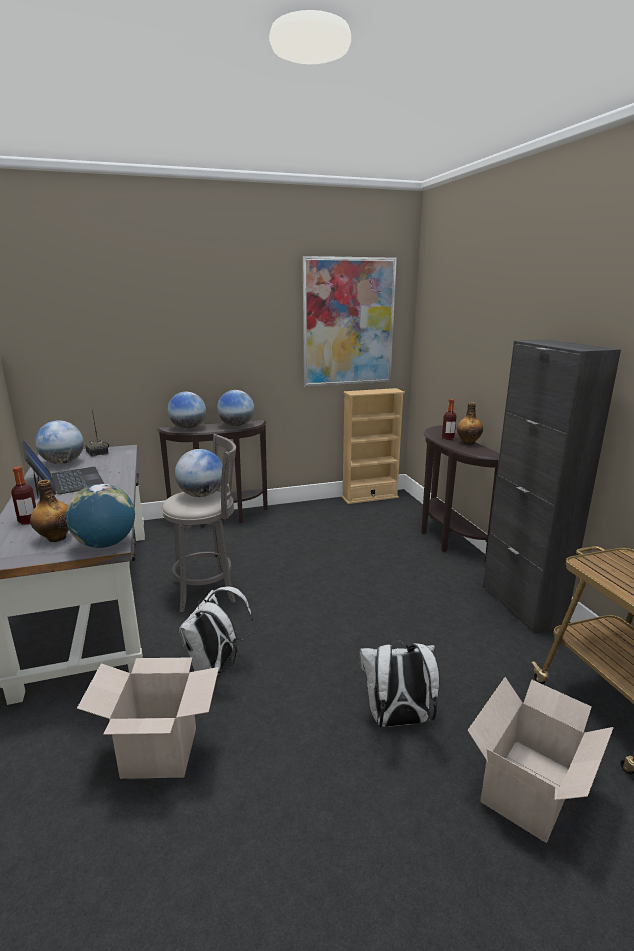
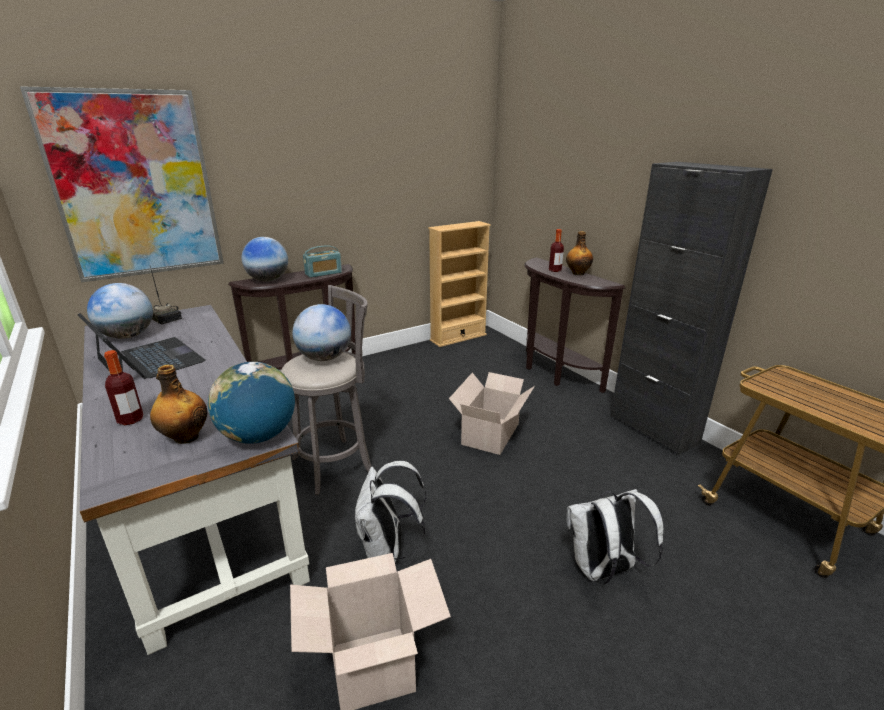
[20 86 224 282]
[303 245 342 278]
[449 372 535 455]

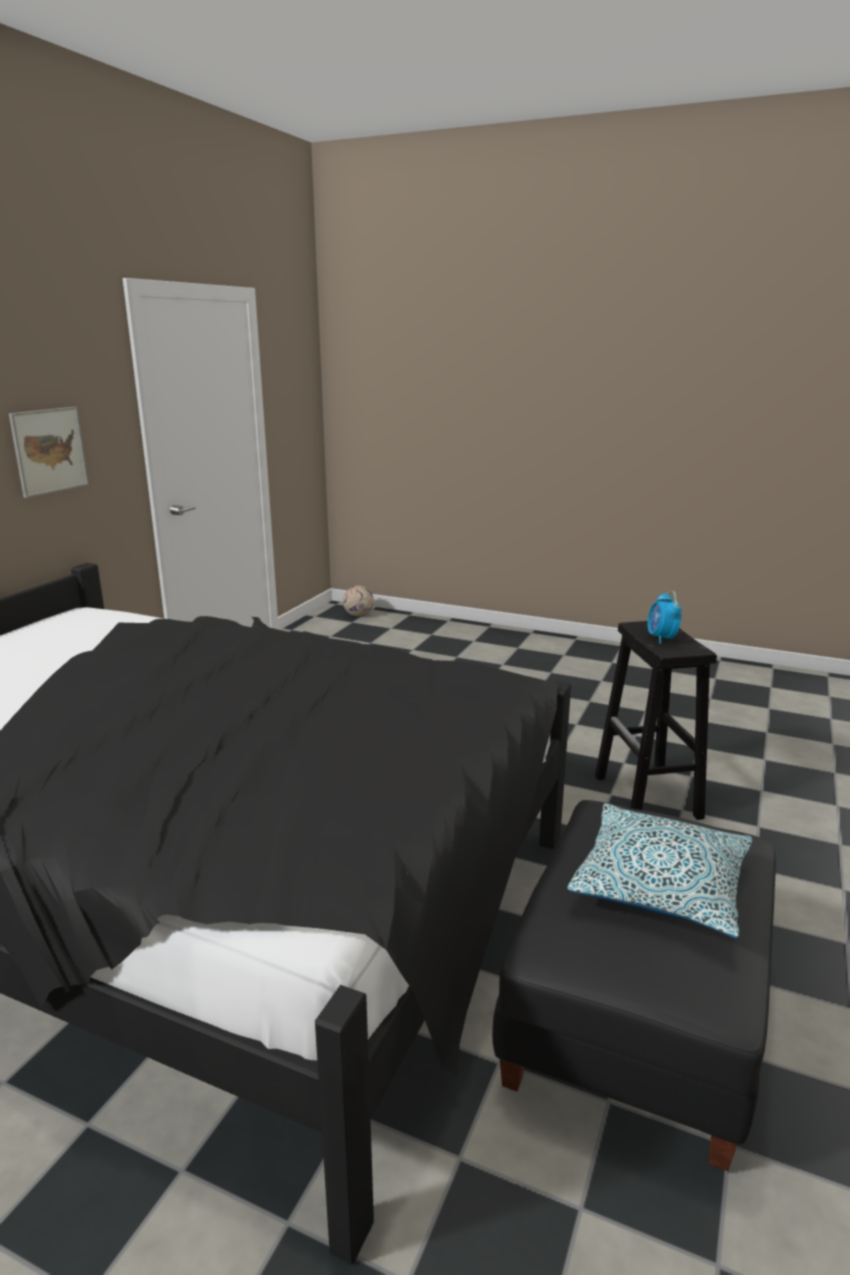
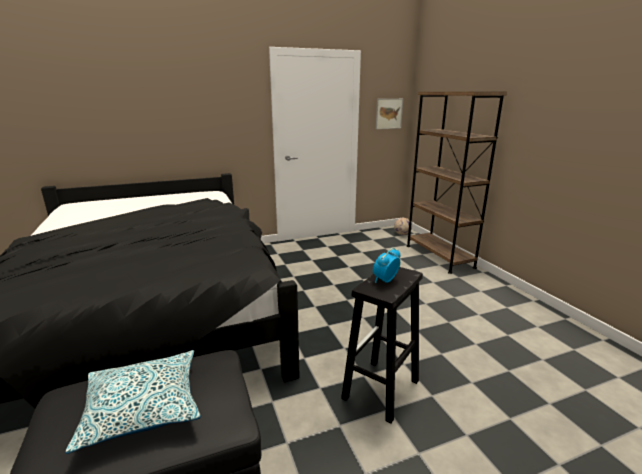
[376 98 403 129]
[406 92 507 274]

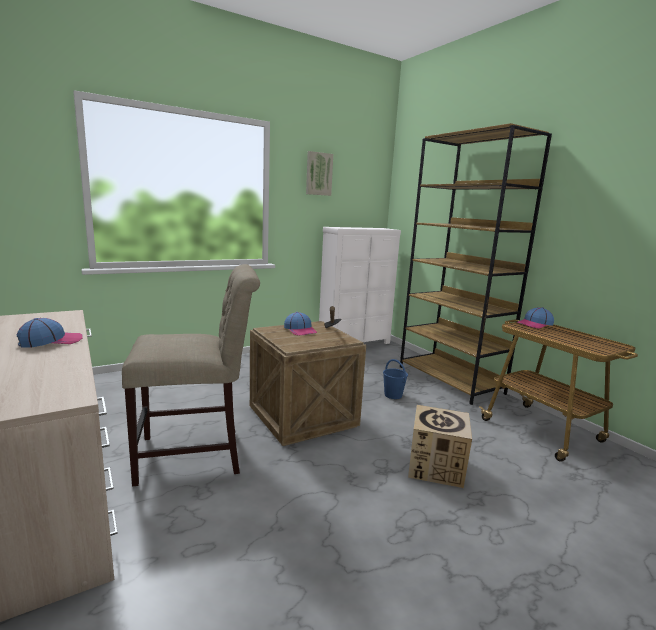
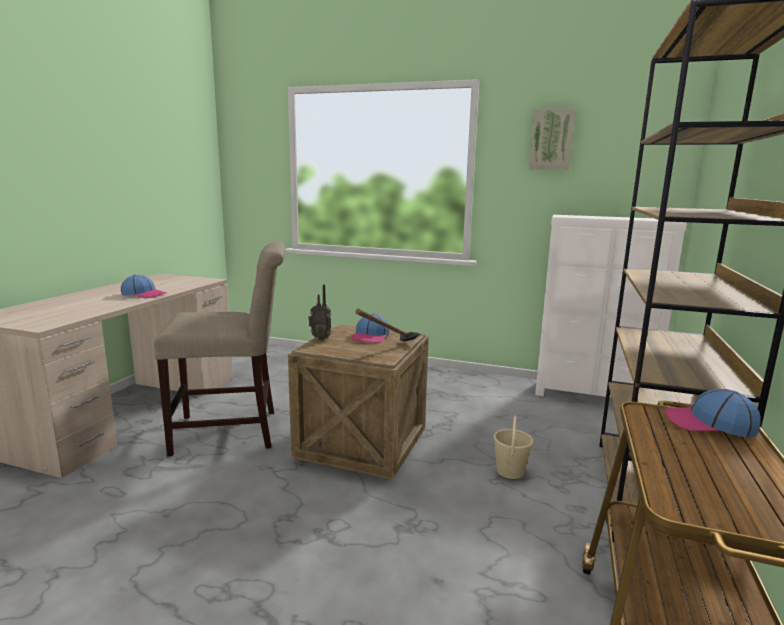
[154 242 285 456]
[494 416 533 479]
[408 405 472 488] (first image)
[308 284 331 340]

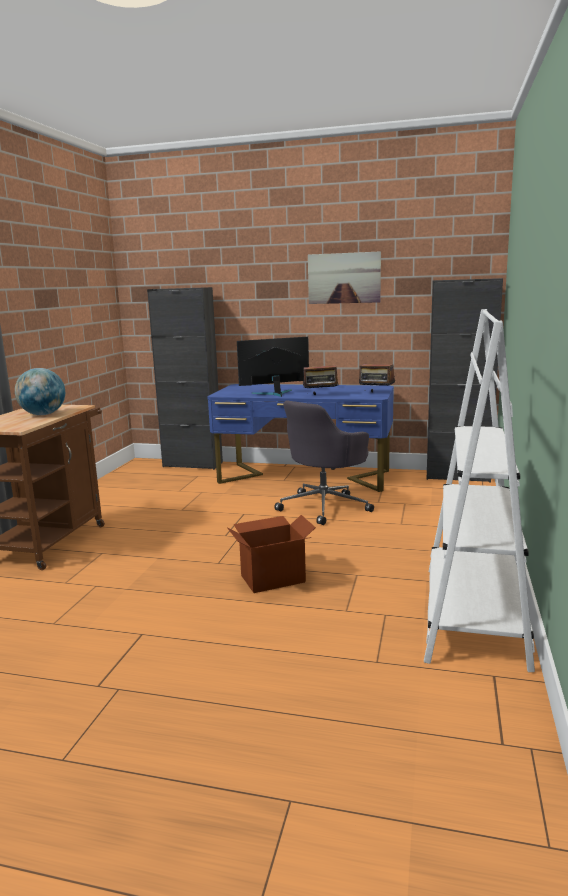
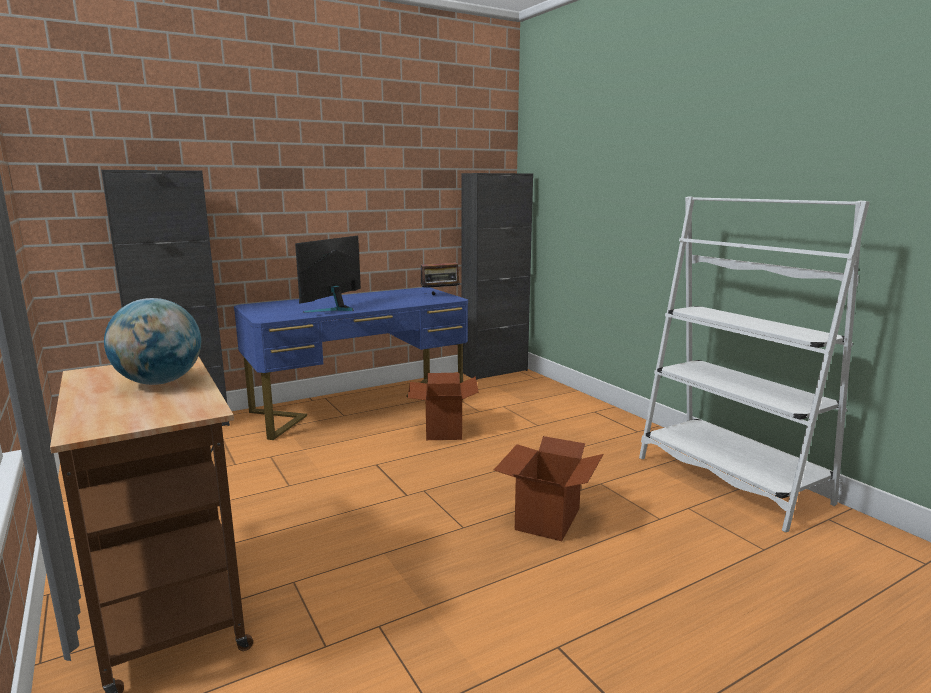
[308 251 381 304] (first image)
[303 365 340 395] (first image)
[408 373 479 440]

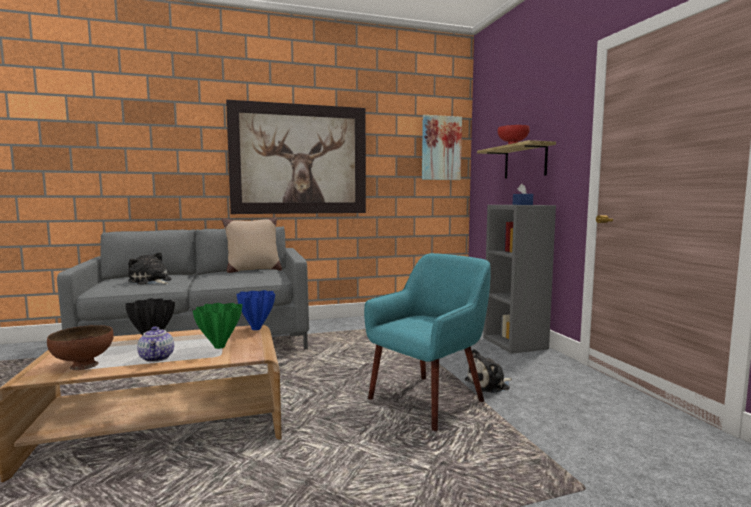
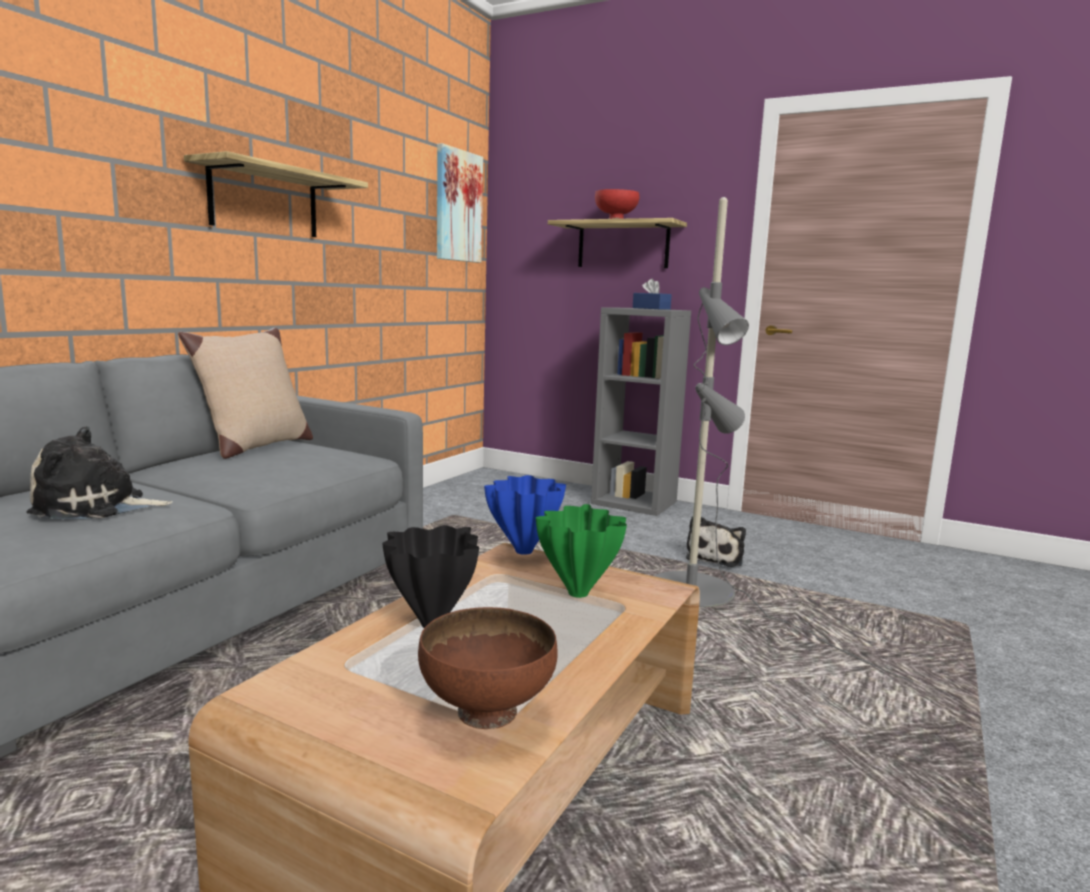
[184 151 368 237]
[654 197 914 682]
[137 326 174 362] (first image)

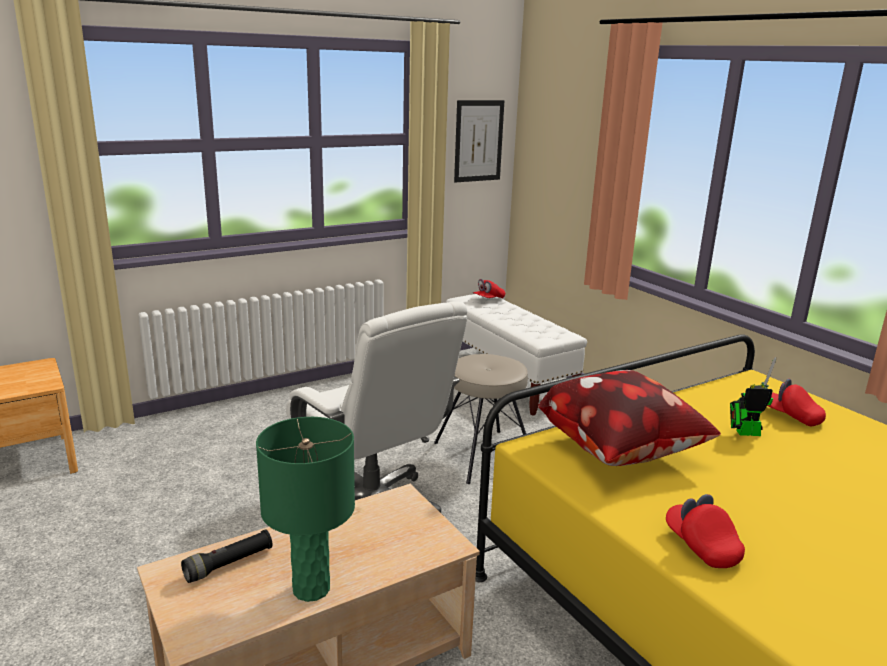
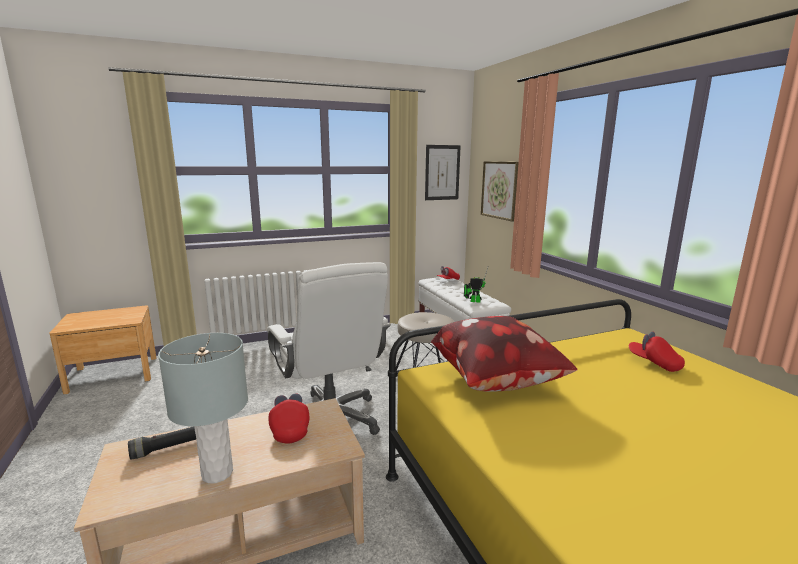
[464 268 488 303]
[158 333 248 483]
[269 393 309 443]
[481 161 519 221]

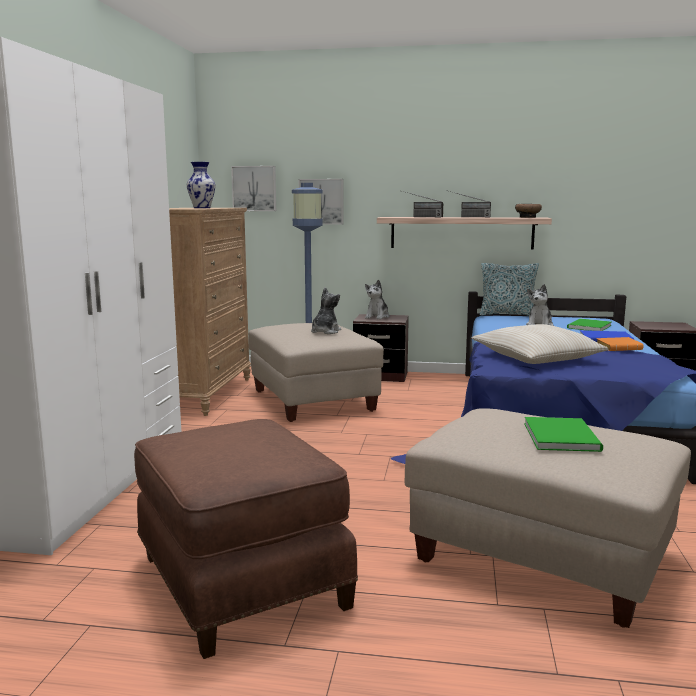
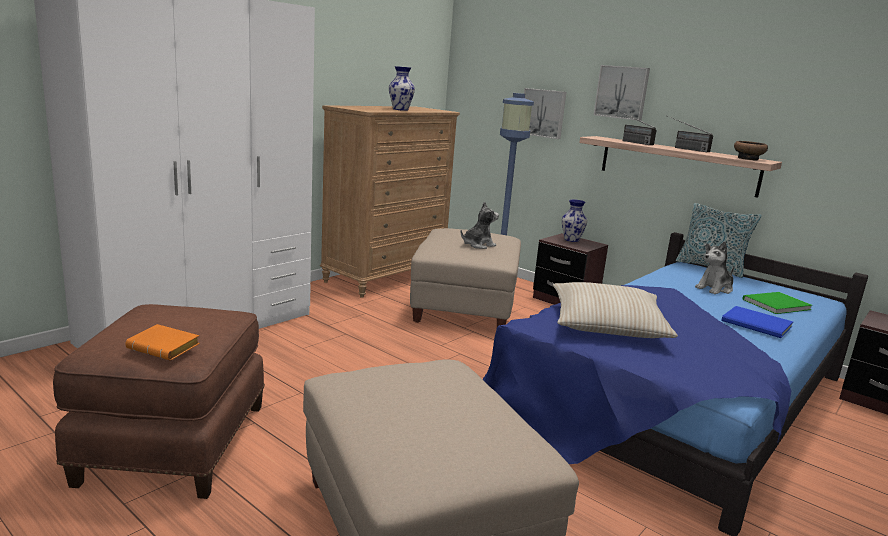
[594 65 650 121]
[562 199 587 242]
[125 324 200 360]
[524 417 603 452] (first image)

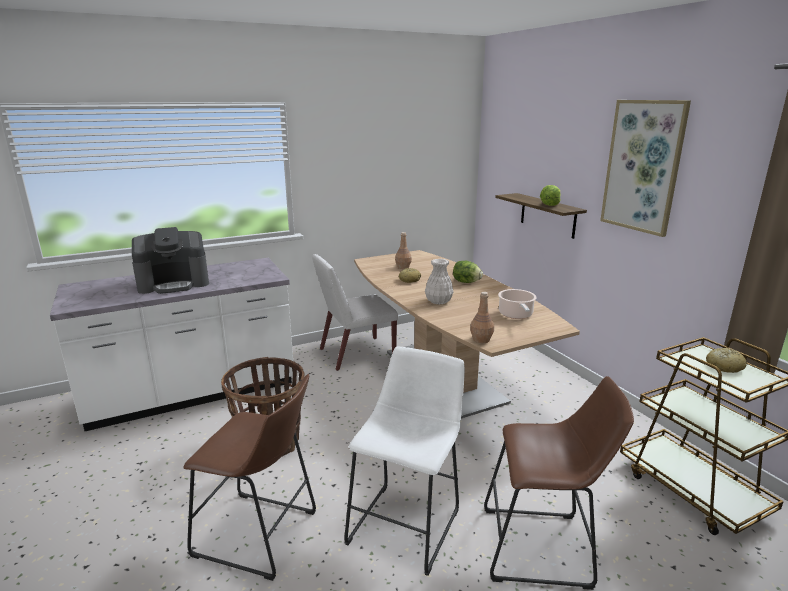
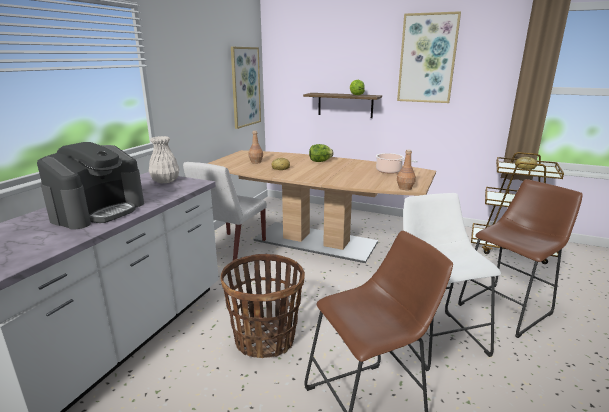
[149 136 179 183]
[231 47 261 129]

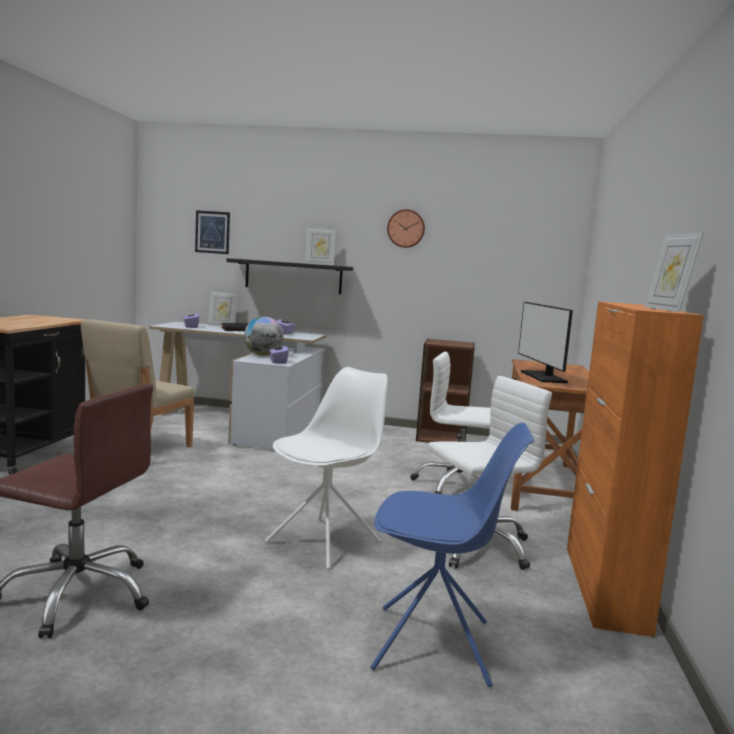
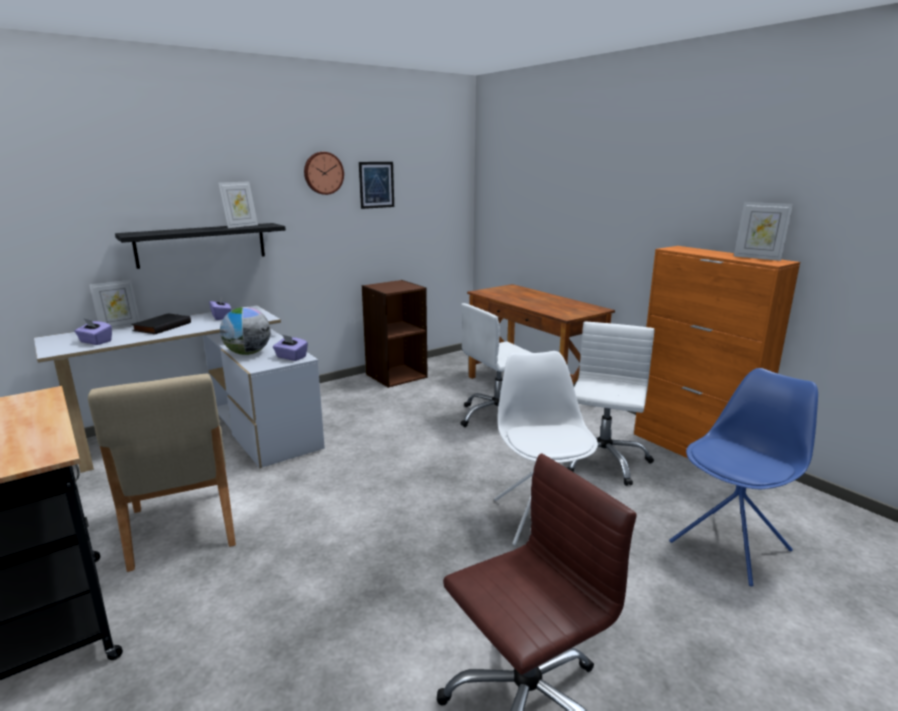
[359 162 394 209]
[518 302 573 383] (first image)

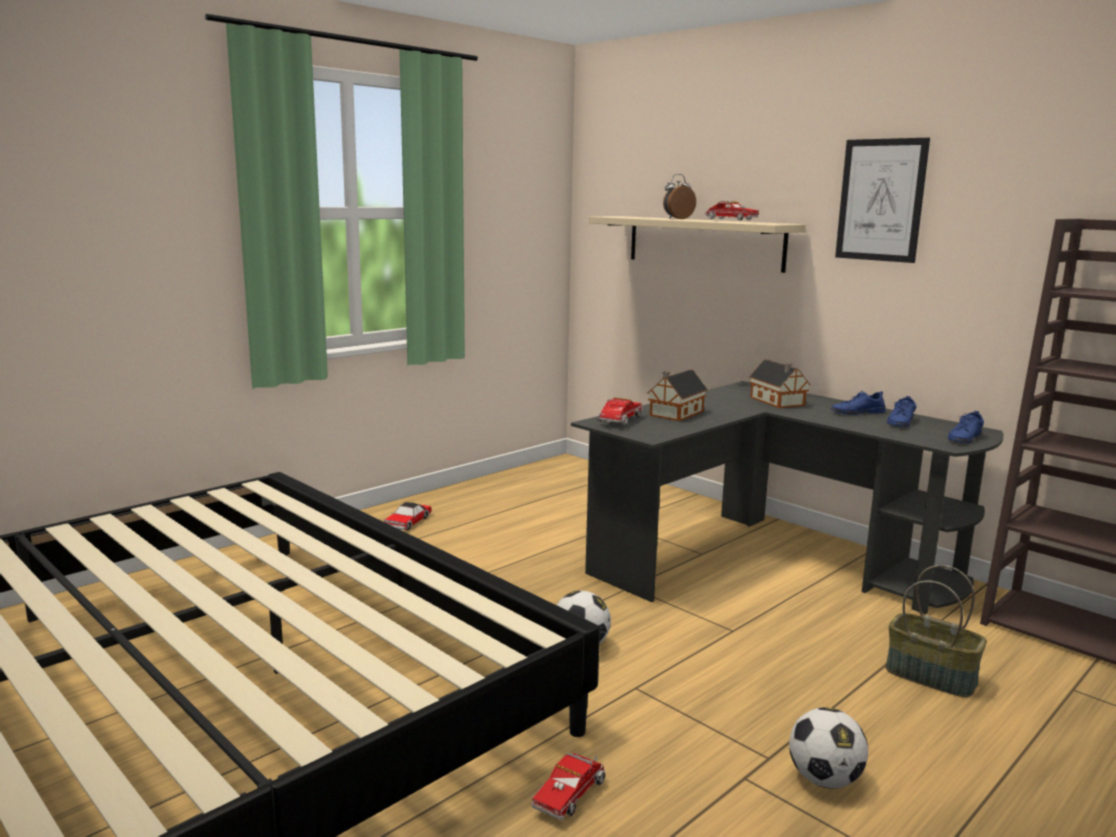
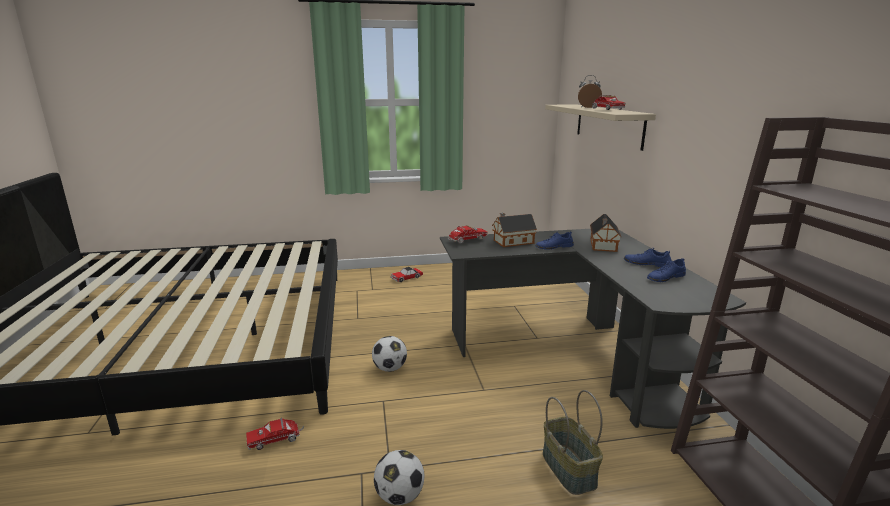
[835 138 930 263] (first image)
[535 232 574 250]

